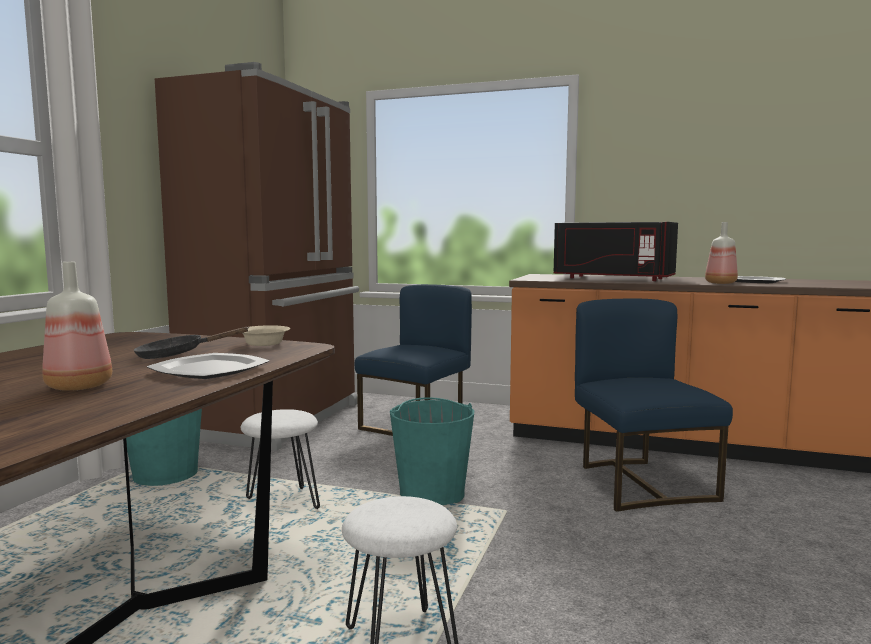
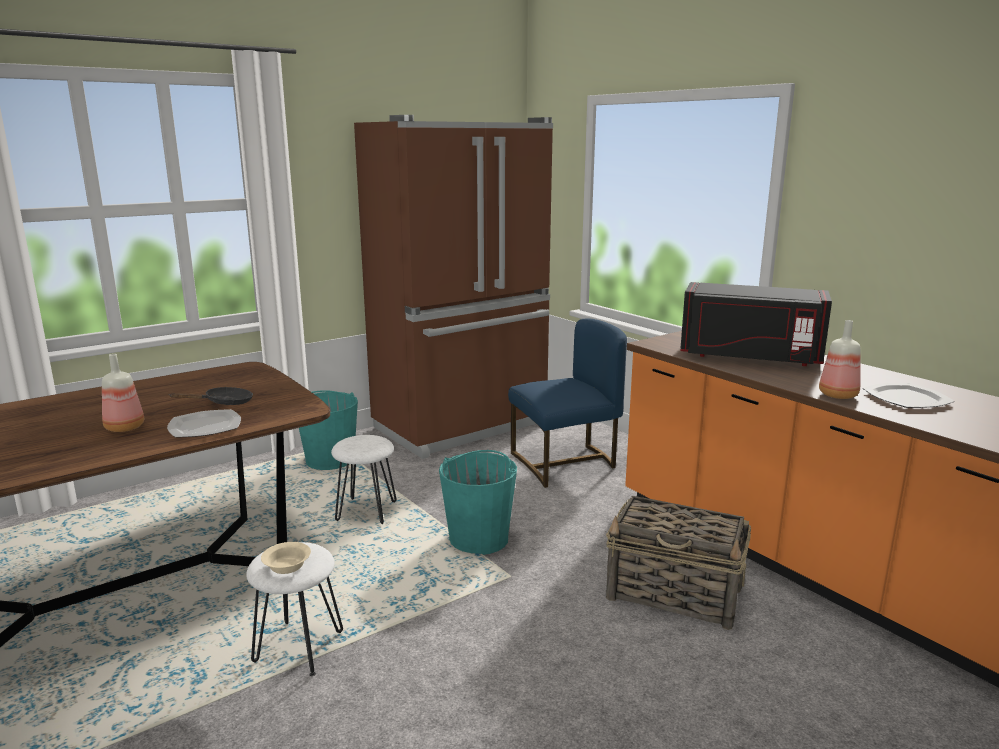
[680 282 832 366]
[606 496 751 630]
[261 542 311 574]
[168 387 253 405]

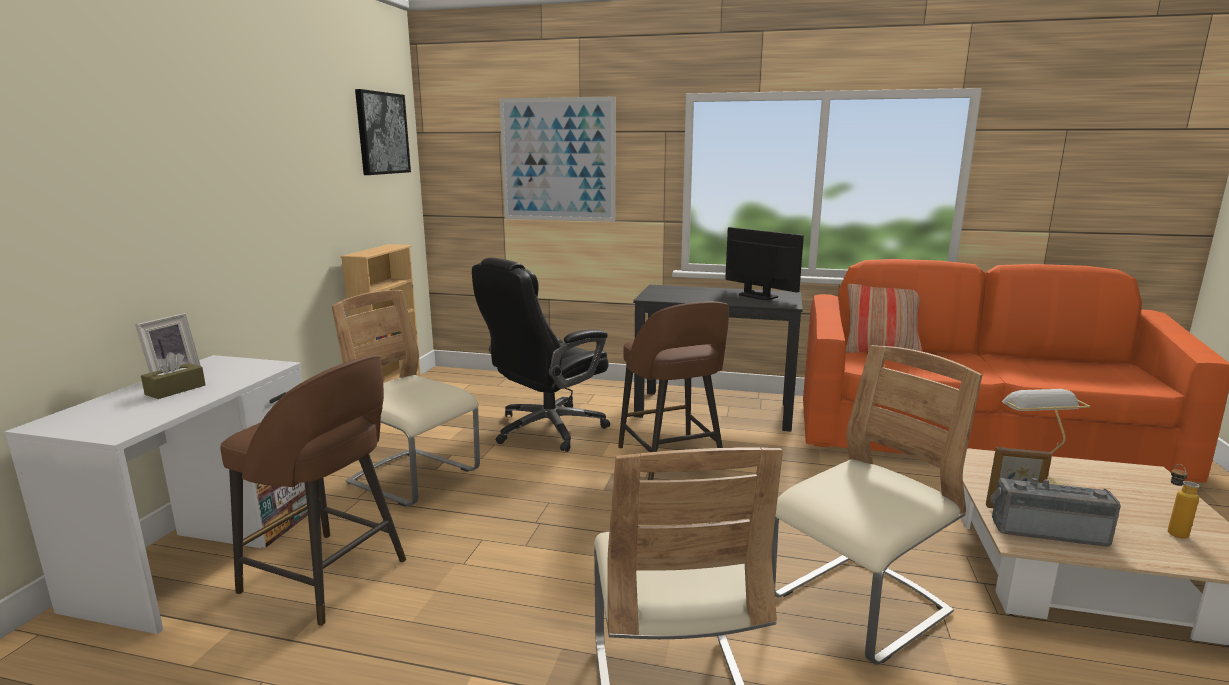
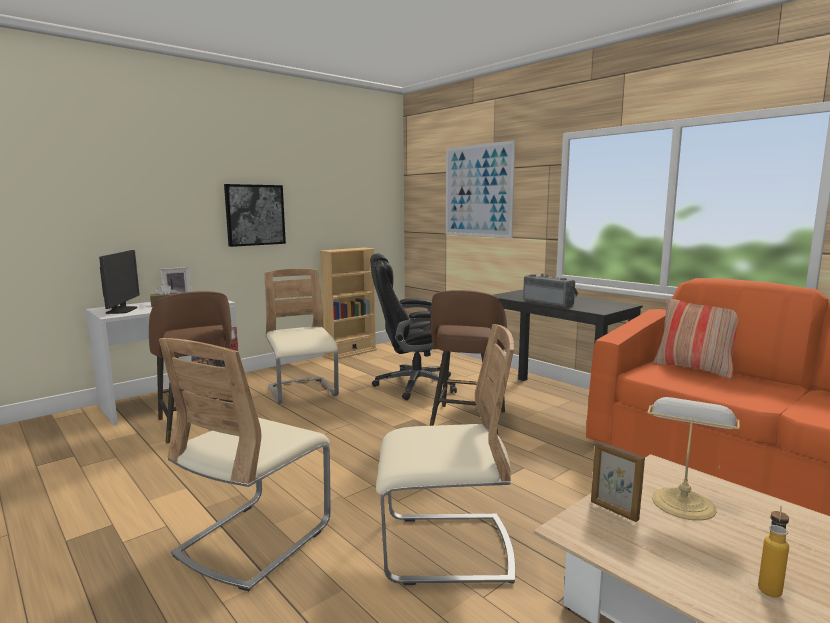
[224 184 286 247]
[99 250 140 314]
[523 273 578 307]

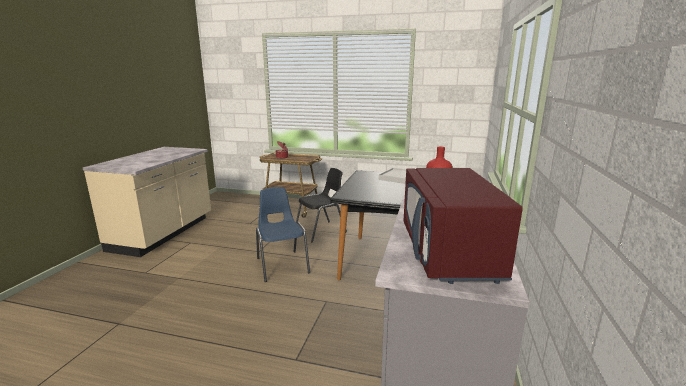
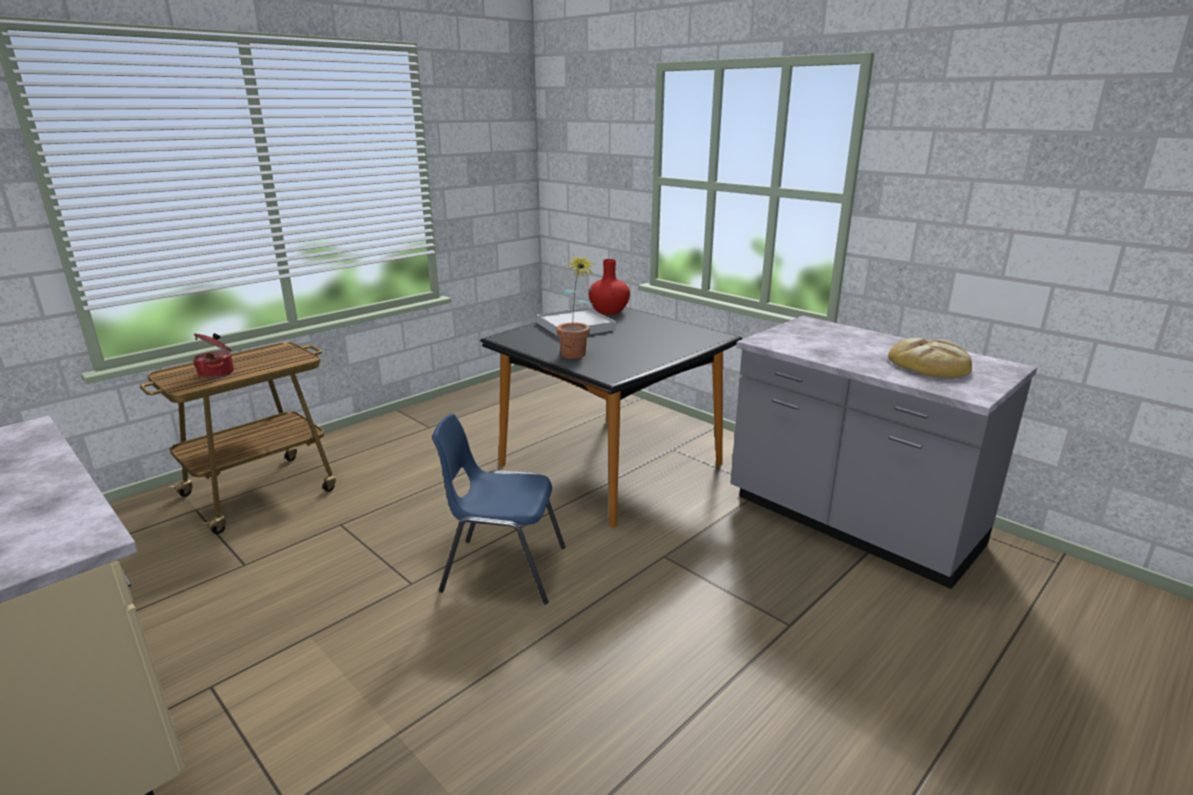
[296 168 347 243] (first image)
[888 338 972 378]
[556 254 597 359]

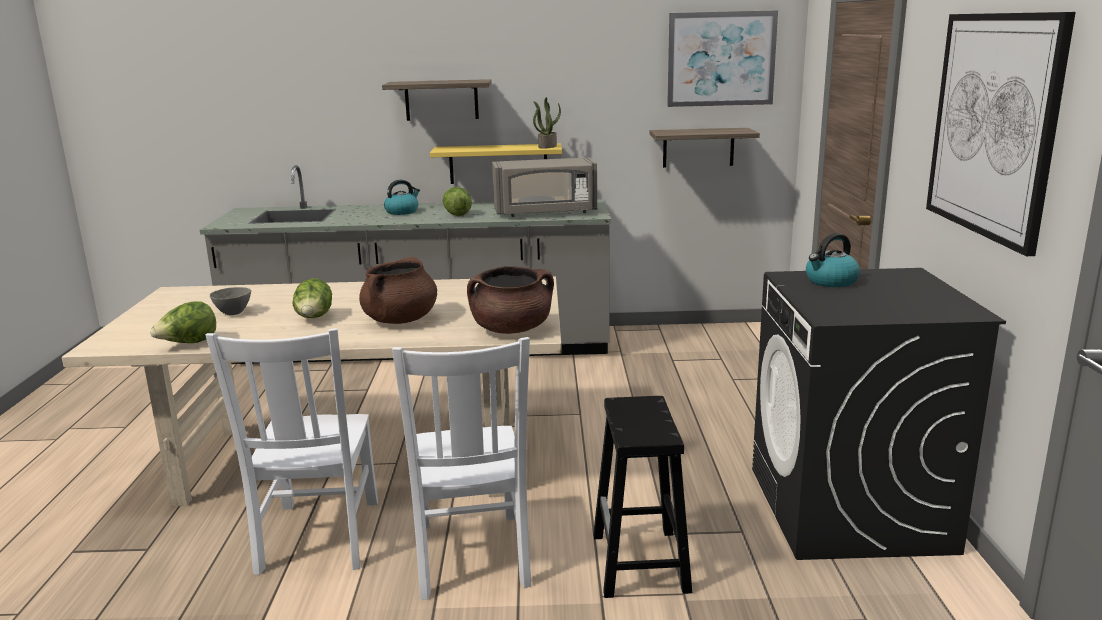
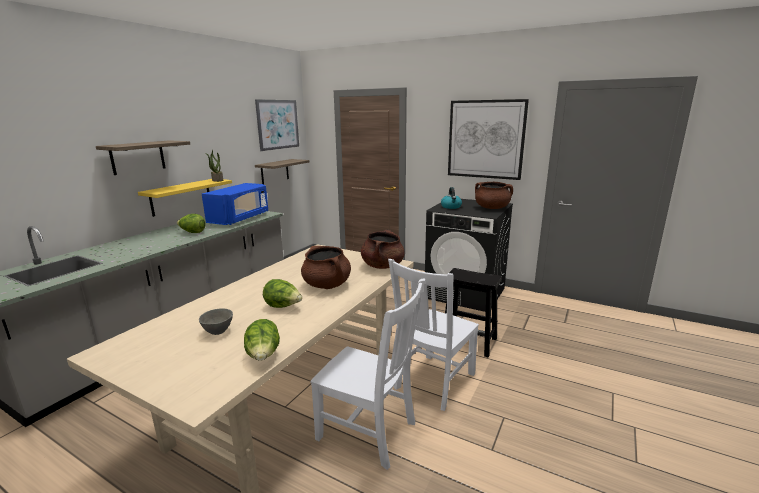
[202 183 268 225]
[384 180 420 215] (first image)
[388 259 479 411]
[475 182 513 209]

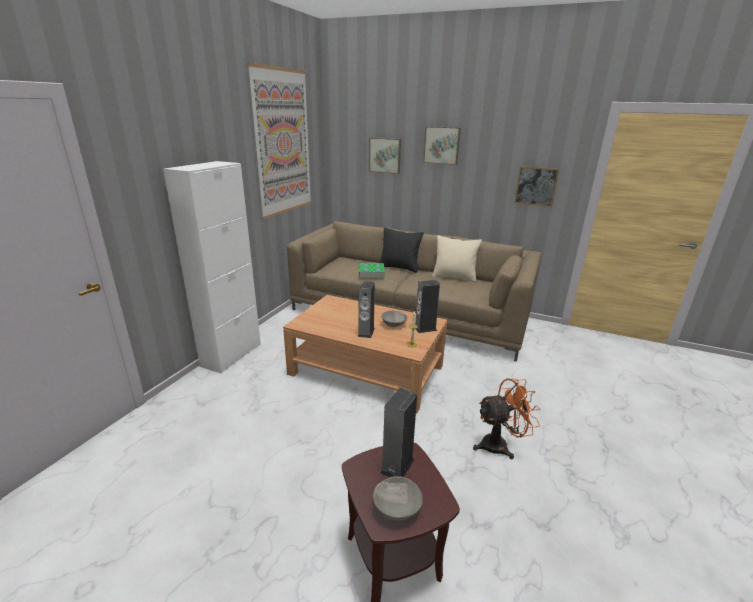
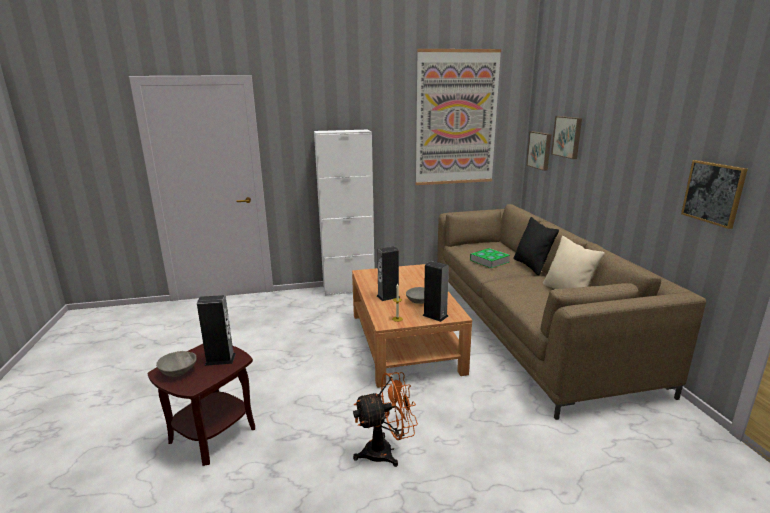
[526 131 551 171]
[353 372 418 467]

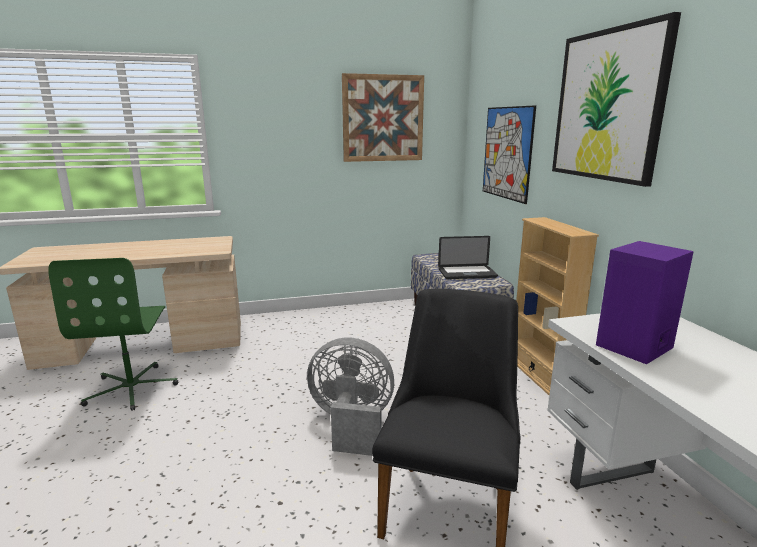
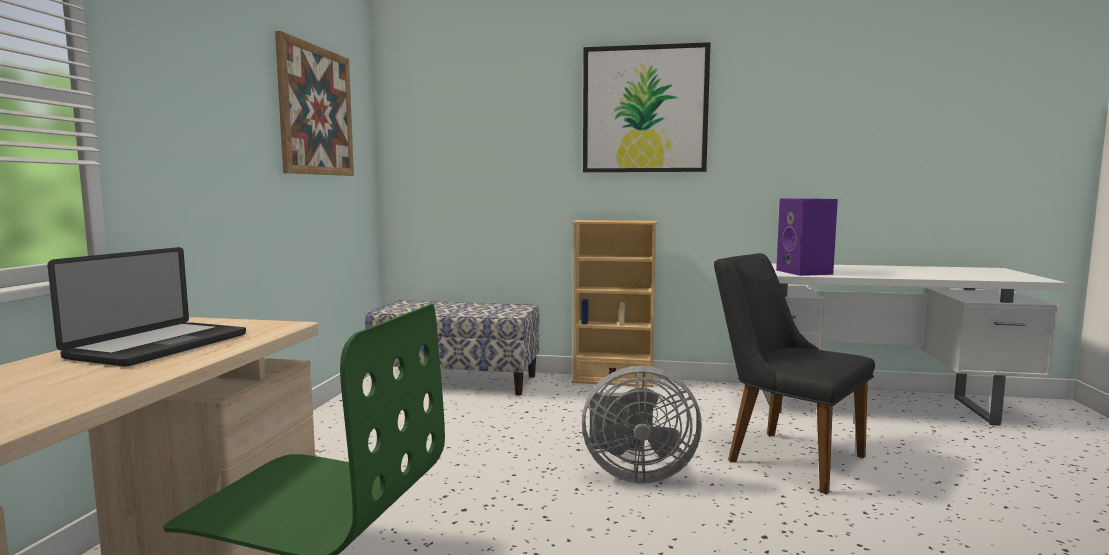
[483 105 536 204] (first image)
[47 247 246 367]
[582 366 702 483]

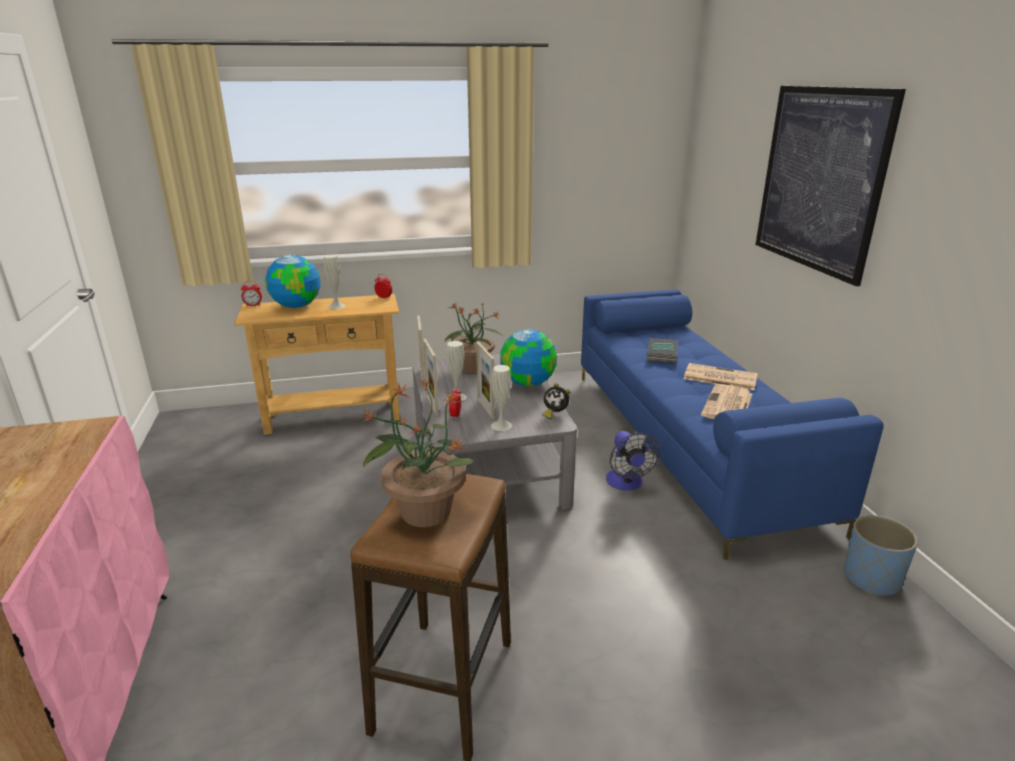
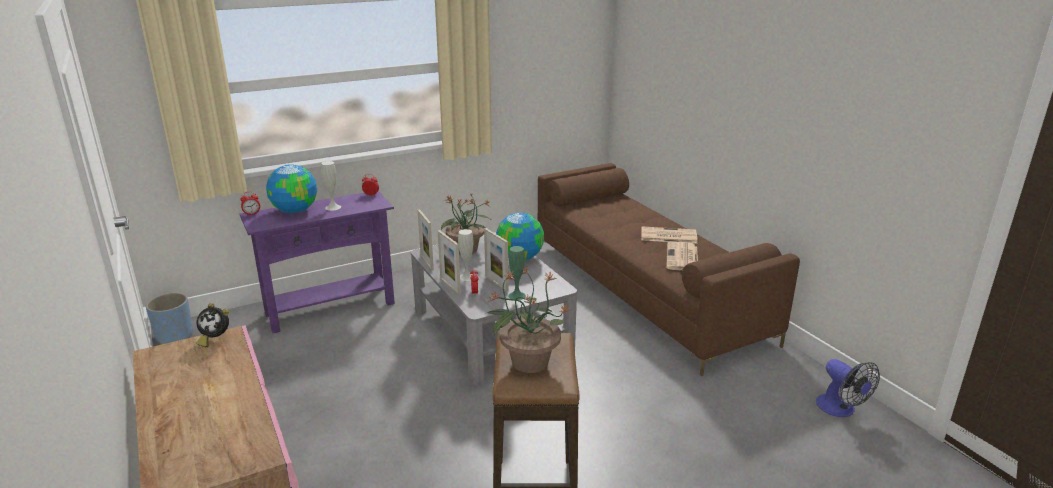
[756 86 906 286] (first image)
[538 163 800 376]
[240 191 395 333]
[647 338 678 363] (first image)
[508 246 526 300]
[196 303 229 347]
[816 359 880 417]
[146 293 193 344]

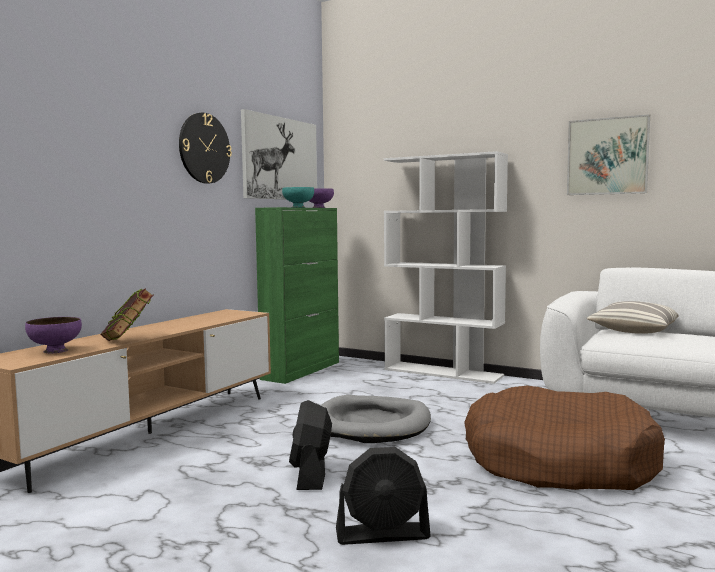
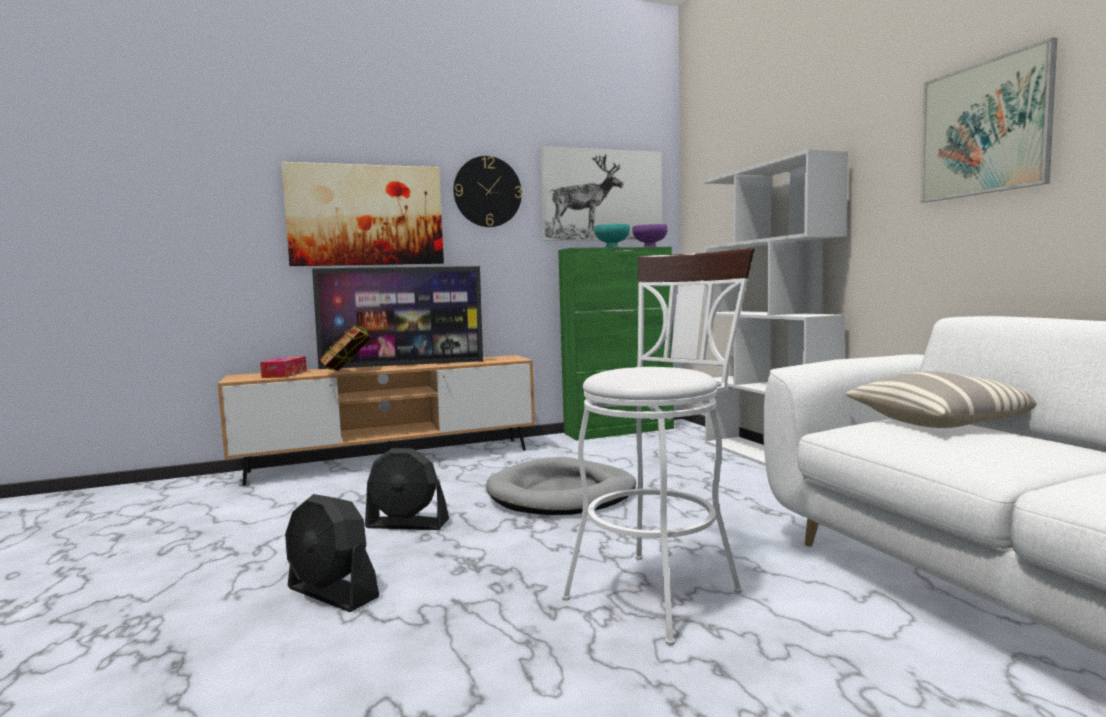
[260 356 307 378]
[562 248 755 646]
[365 448 449 530]
[281 162 444 266]
[312 266 483 369]

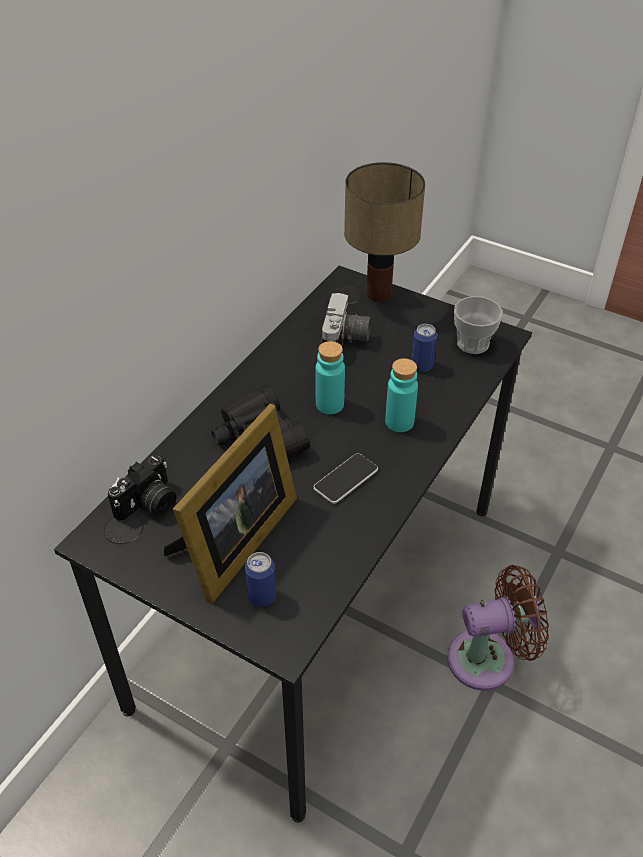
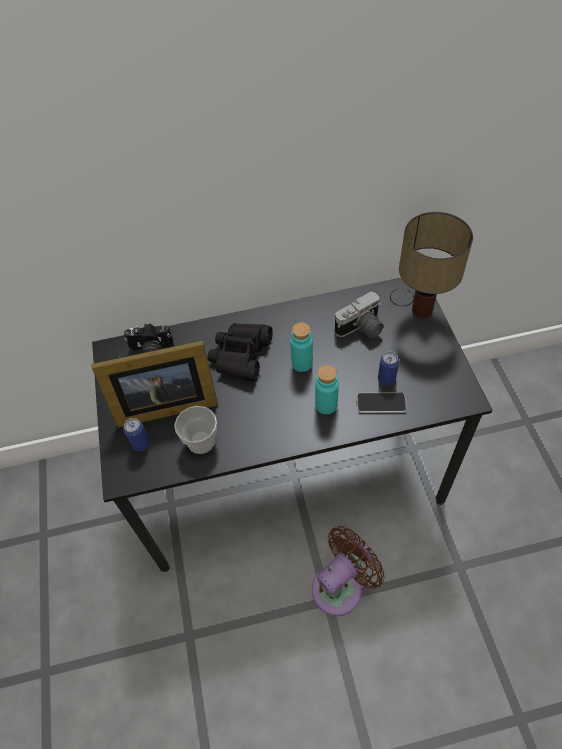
[174 406 217 454]
[357 392 406 413]
[312 526 384 616]

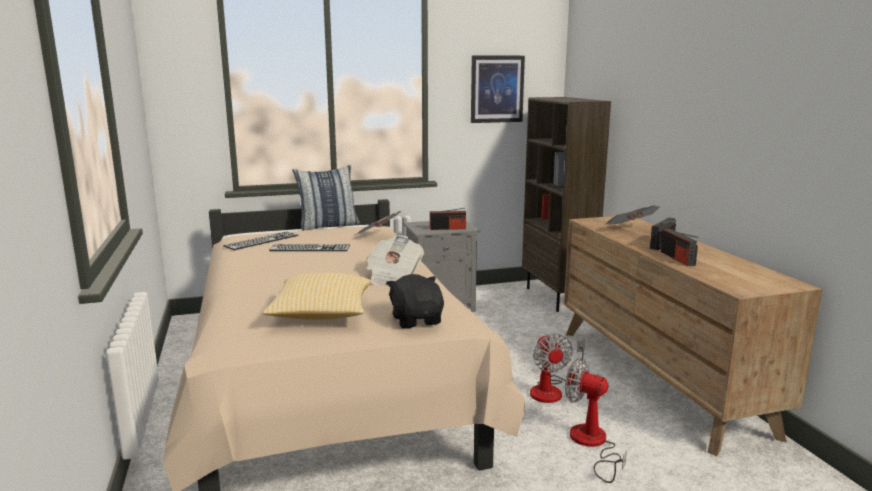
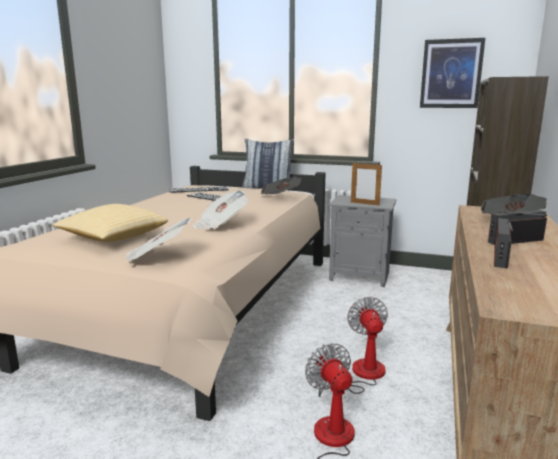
[351 163 382 206]
[126 218 192 263]
[317 297 388 397]

